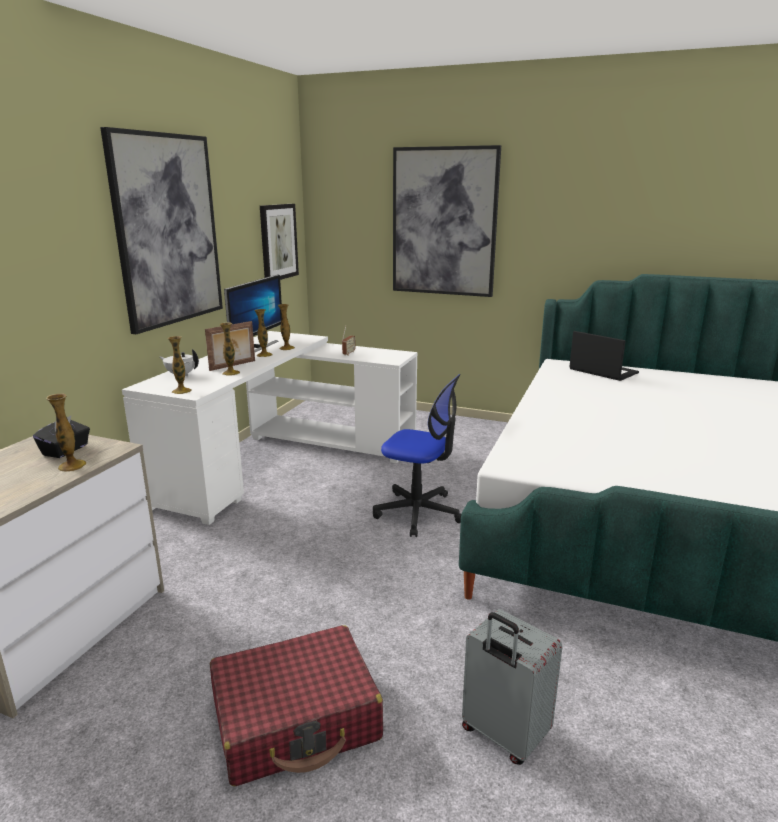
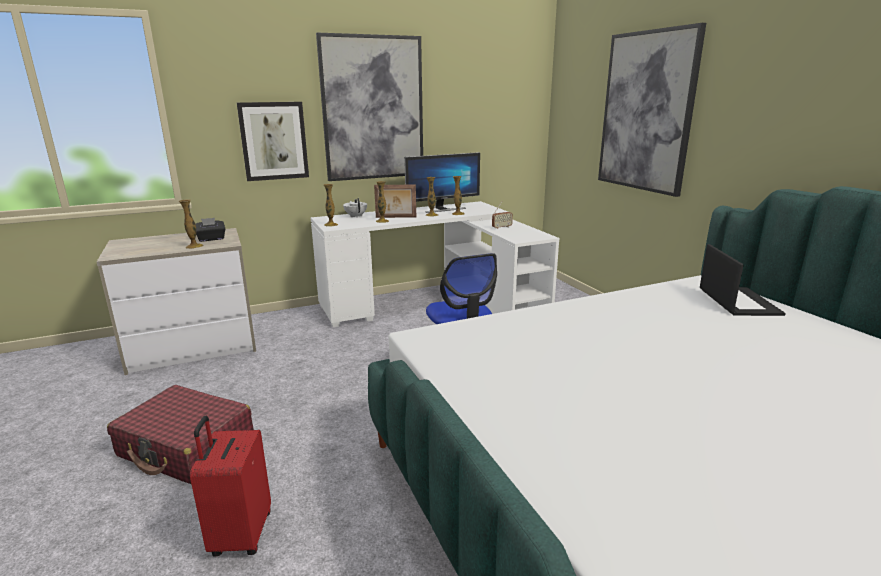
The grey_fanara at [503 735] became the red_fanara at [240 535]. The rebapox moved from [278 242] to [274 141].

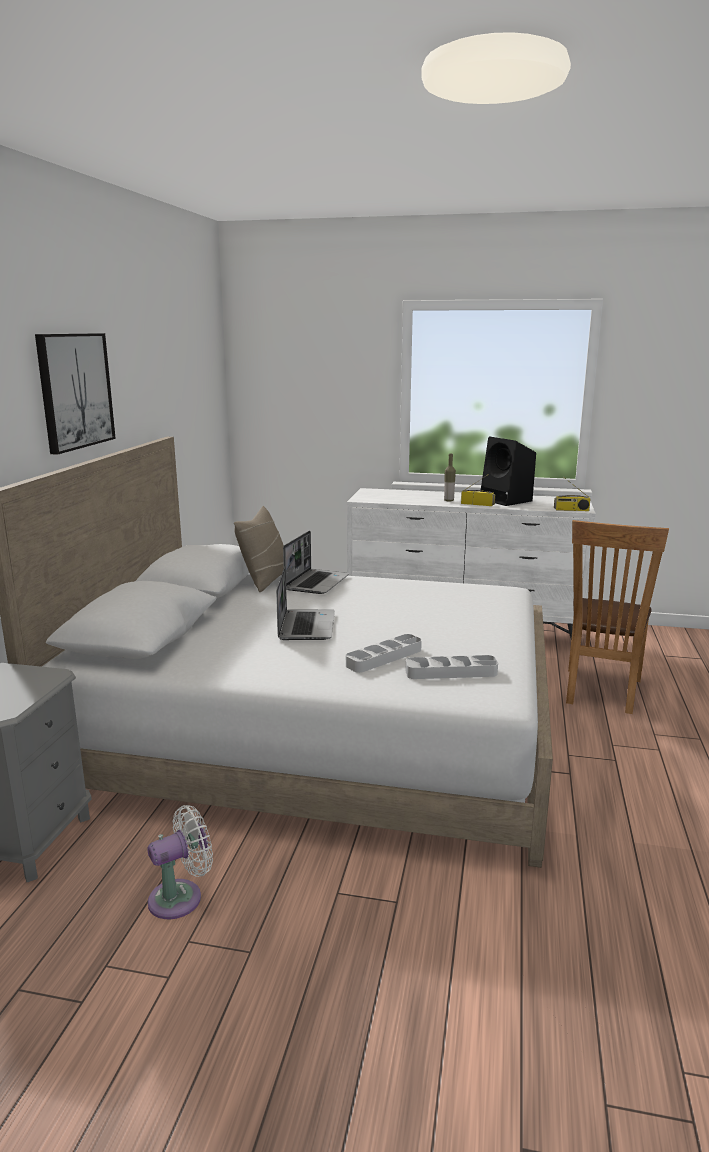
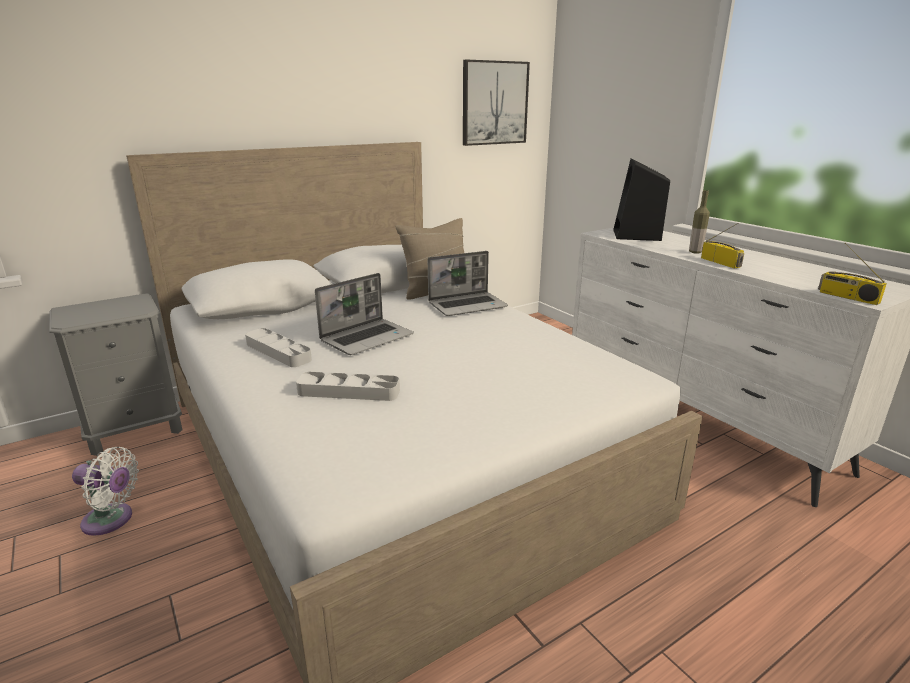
The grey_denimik moved from [451 672] to [278 352]. The rebapox moved from [75 391] to [494 103]. The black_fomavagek moved from [507 500] to [637 235]. The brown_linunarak at [600 693] disappeared.

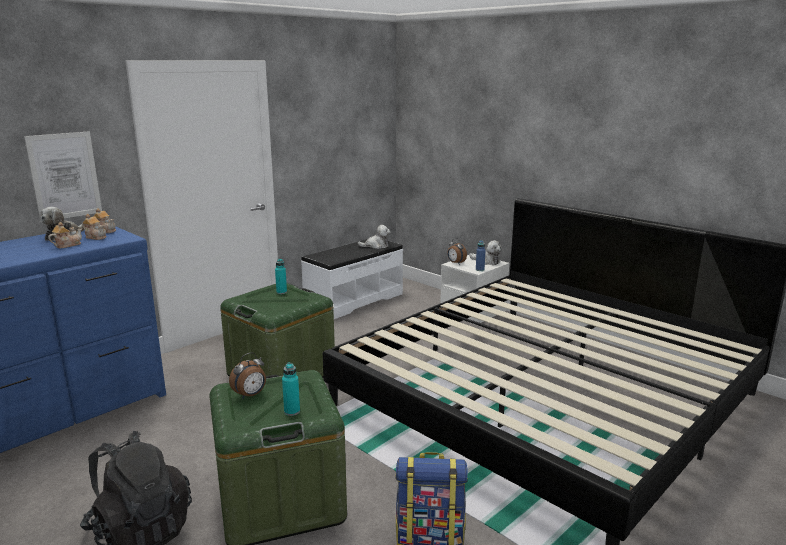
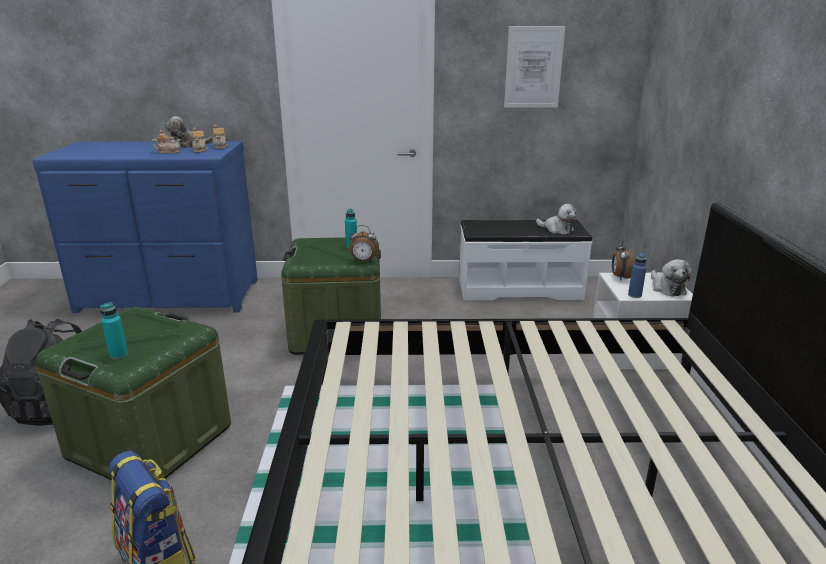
The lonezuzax moved from [250 395] to [363 262]. The rebapox moved from [65 176] to [533 67].

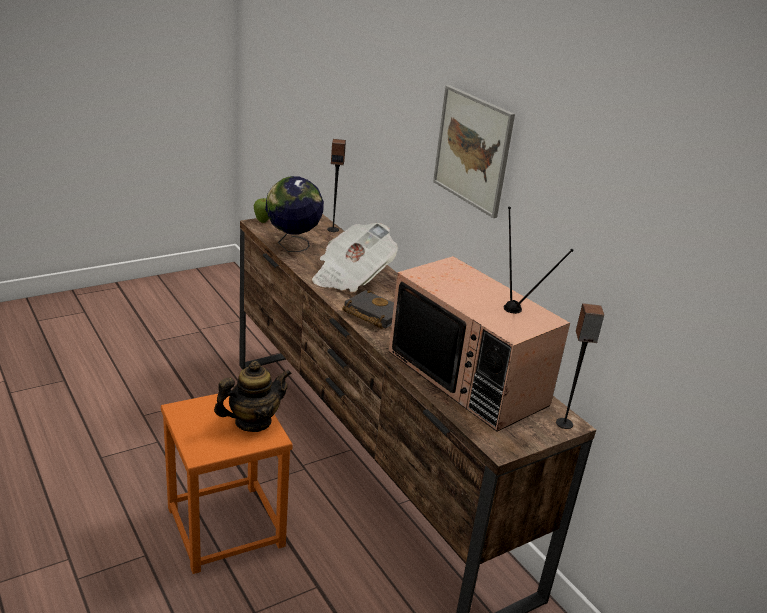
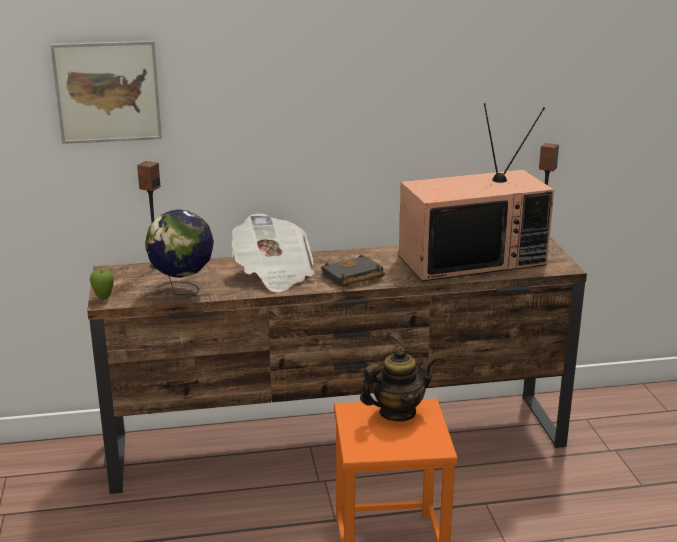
The rebapox moved from [472 150] to [107 92]. The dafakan at [253 422] turned 75 degrees clockwise.

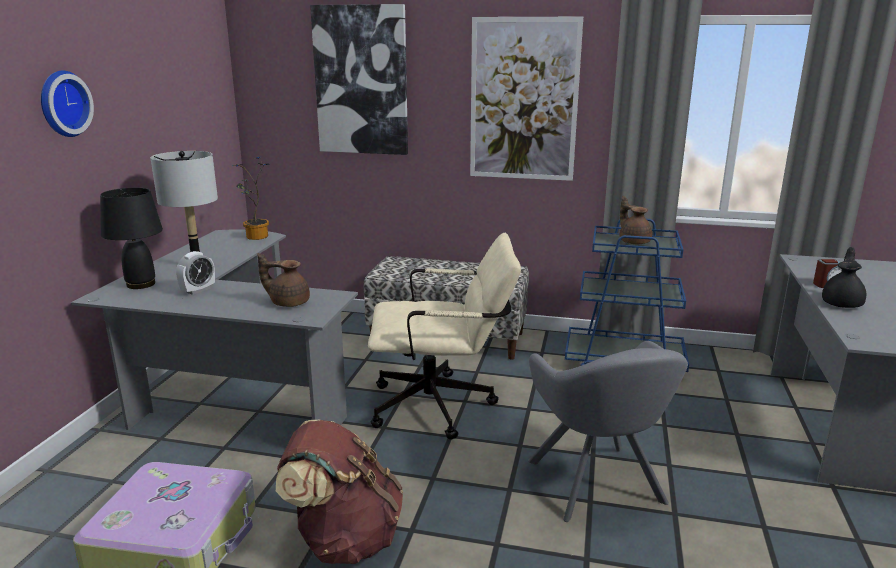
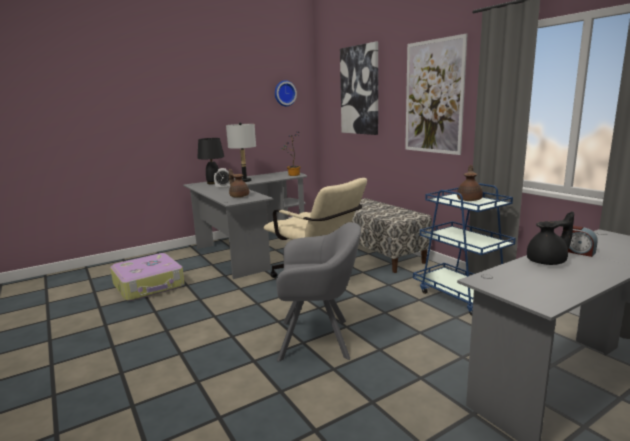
The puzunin moved from [62 104] to [284 93]. The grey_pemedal at [598 486] turned 120 degrees counterclockwise. The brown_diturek at [344 539] disappeared.

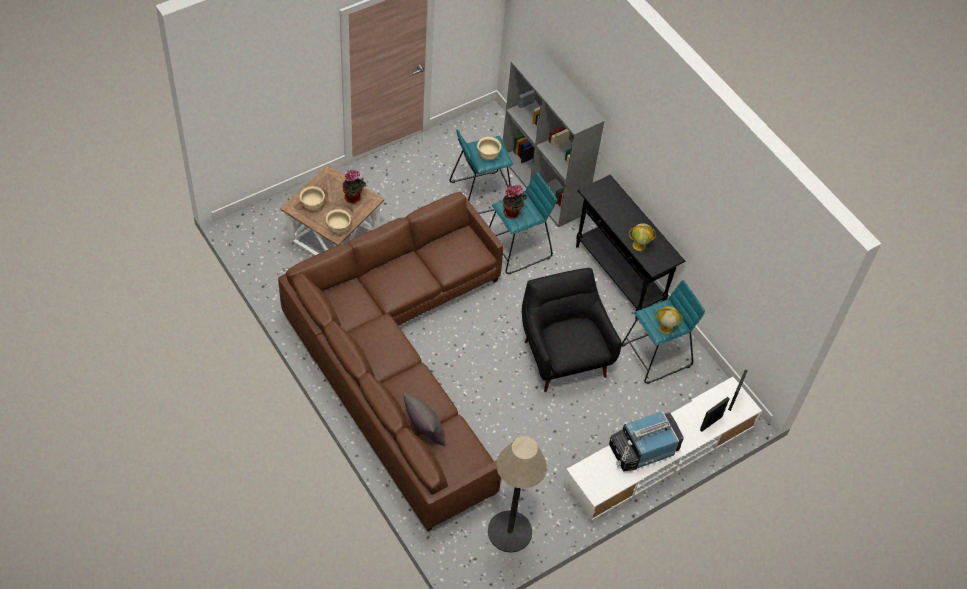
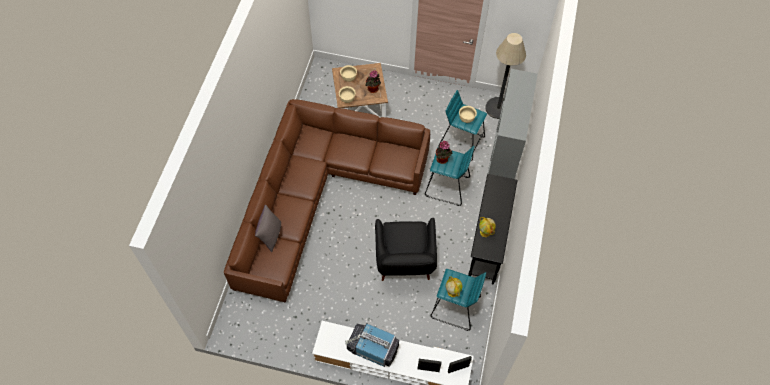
The black_pemedal at [563 355] turned 150 degrees clockwise. The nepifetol moved from [509 531] to [498 108].

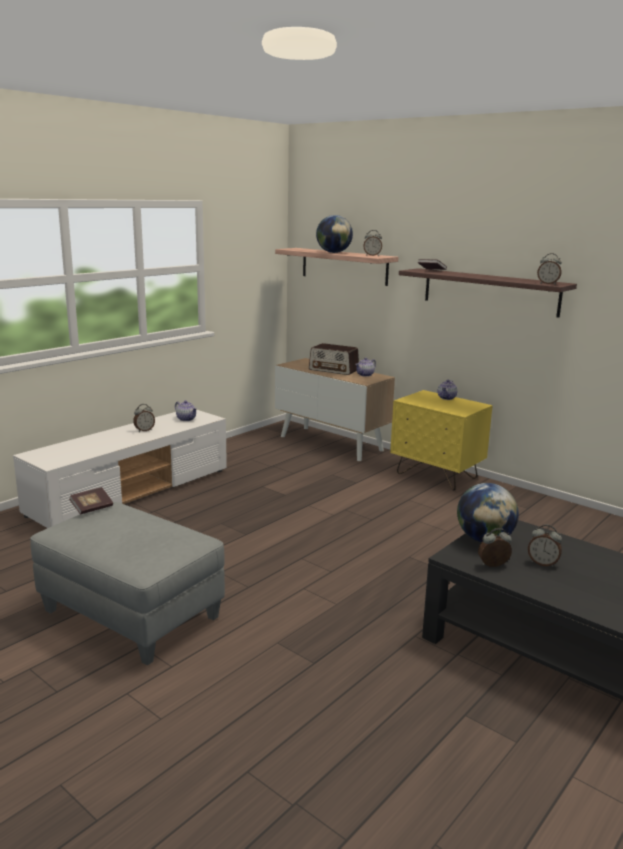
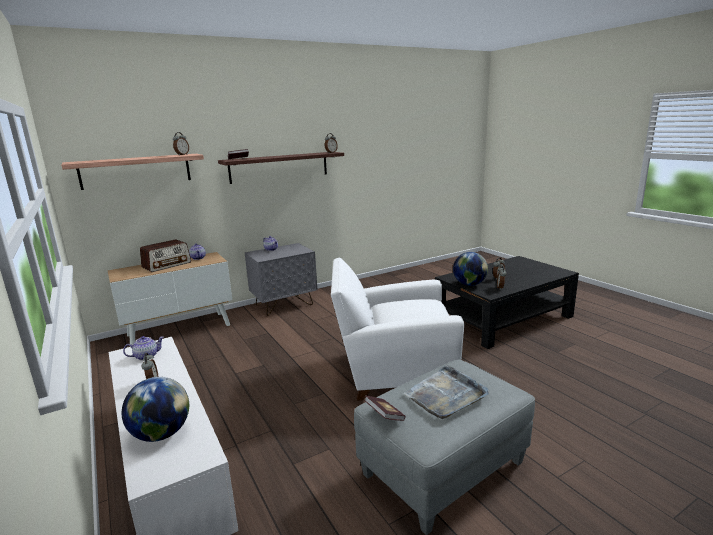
The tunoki moved from [333 252] to [161 434]. The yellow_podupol at [437 476] became the grey_podupol at [284 305]. The white_pemedal at [393 372] appeared. The grey_denimik at [446 395] appeared.

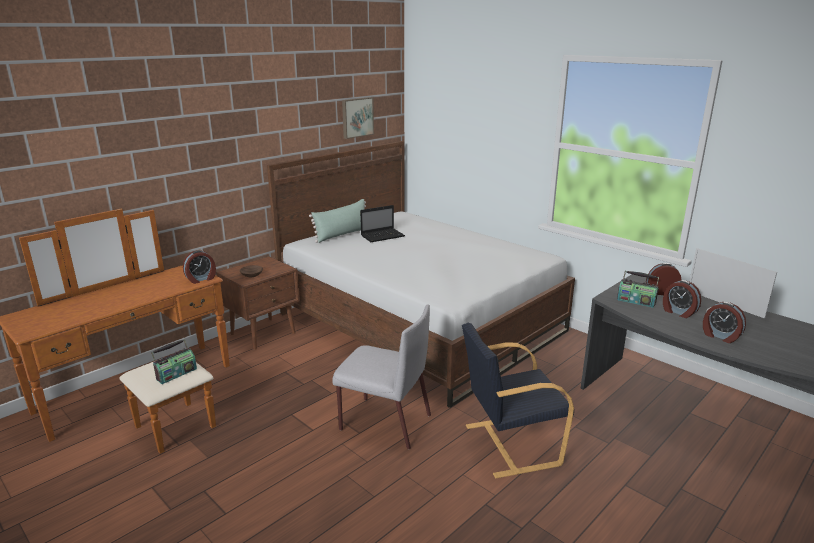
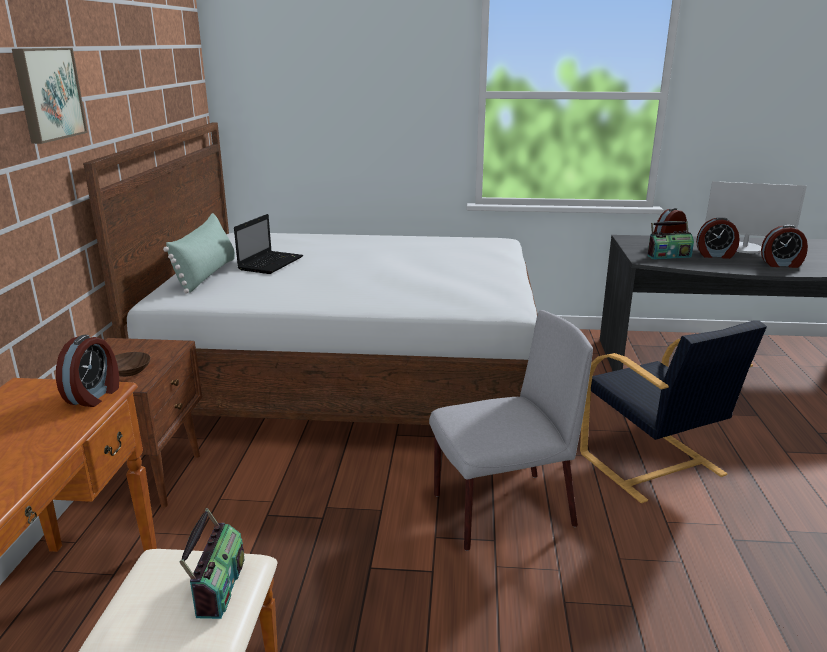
The rebapox moved from [357 117] to [47 94]. The black_pemedal at [509 444] turned 60 degrees counterclockwise.

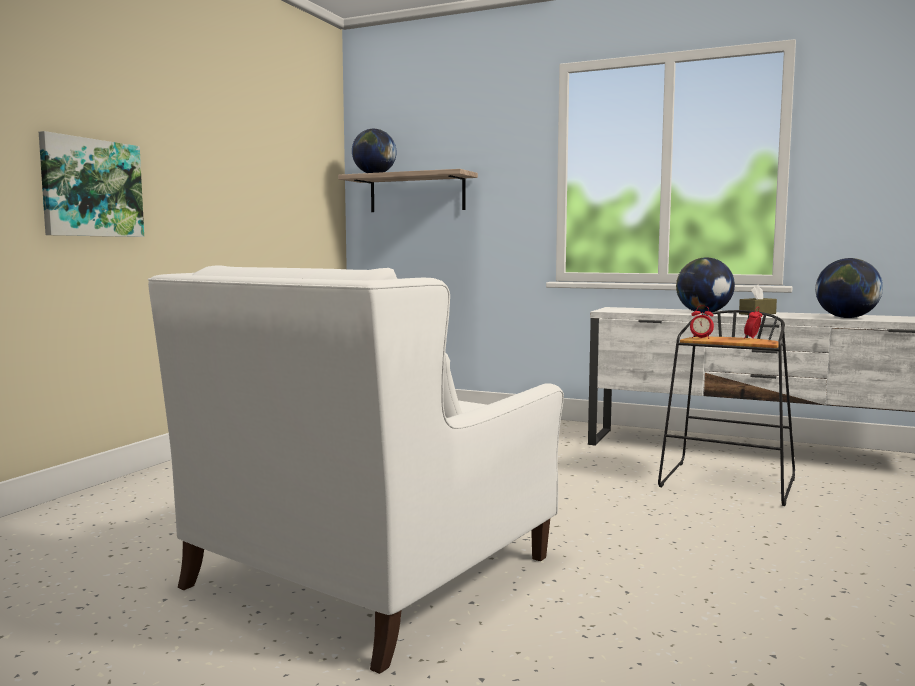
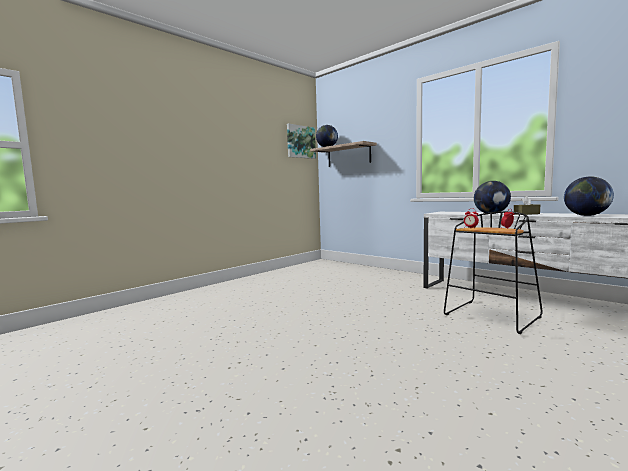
The rebapox moved from [91 188] to [300 142]. The white_pemedal at [371 571] disappeared.

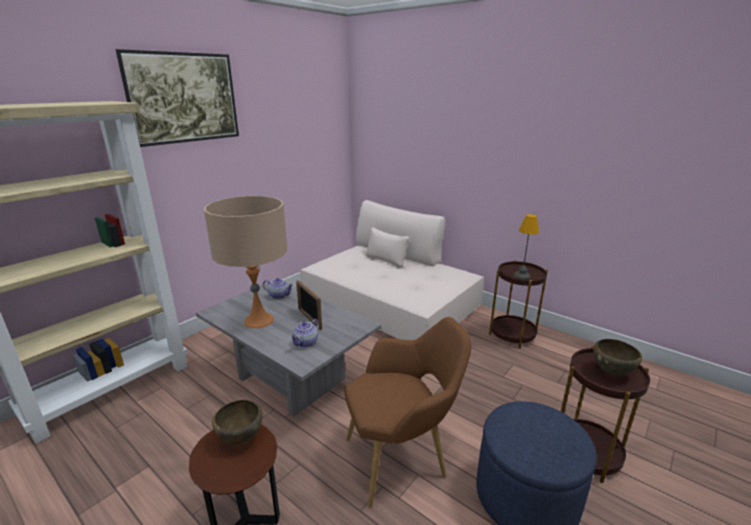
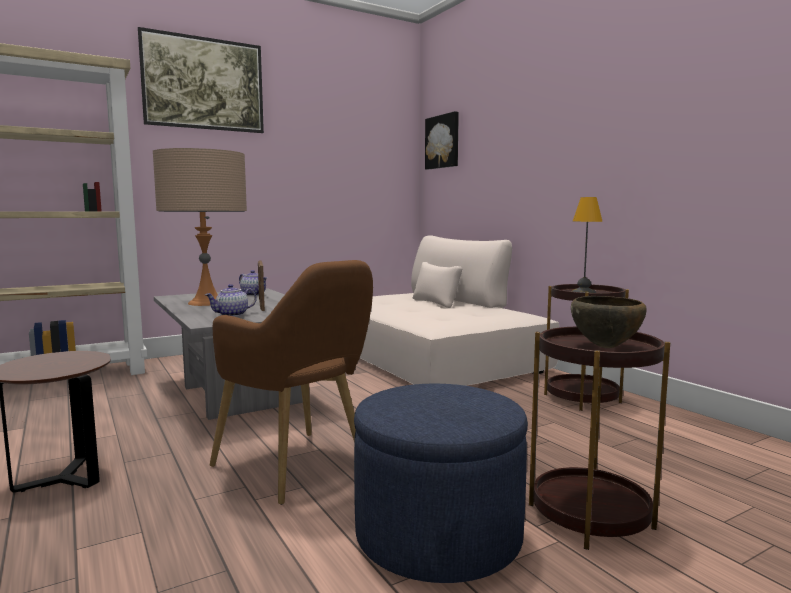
The brown_pemedal at [402 458] turned 45 degrees clockwise. The rebapox at [443 142] appeared. The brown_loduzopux at [240 439] disappeared.

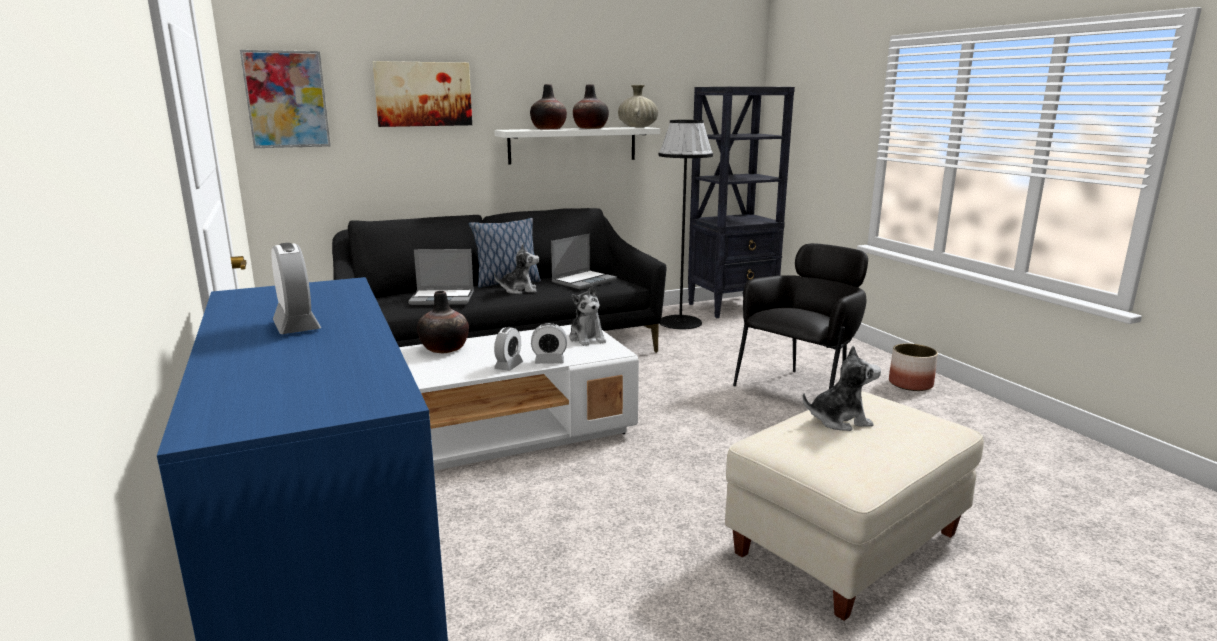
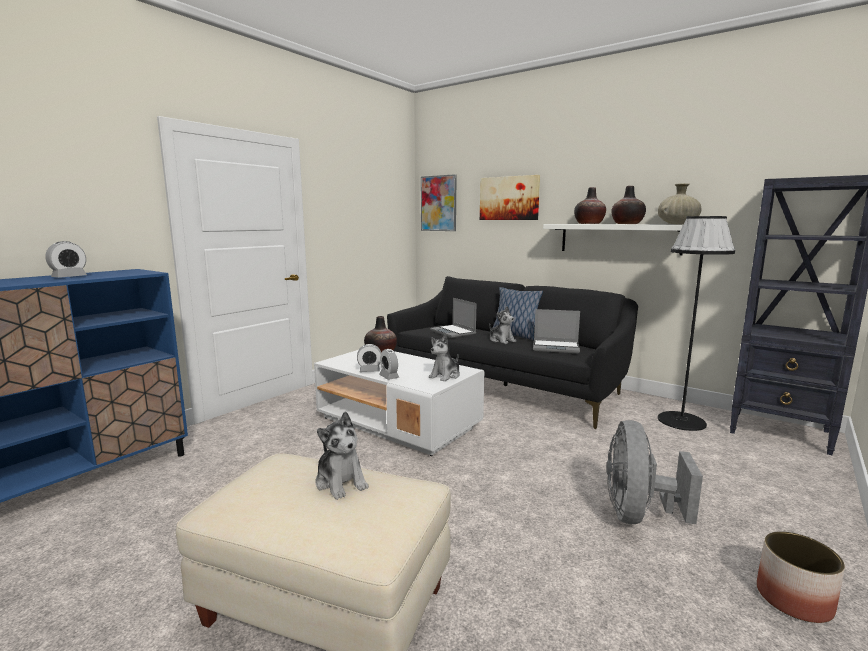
The black_pemedal at [801 387] was replaced by the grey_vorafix at [638 514].

